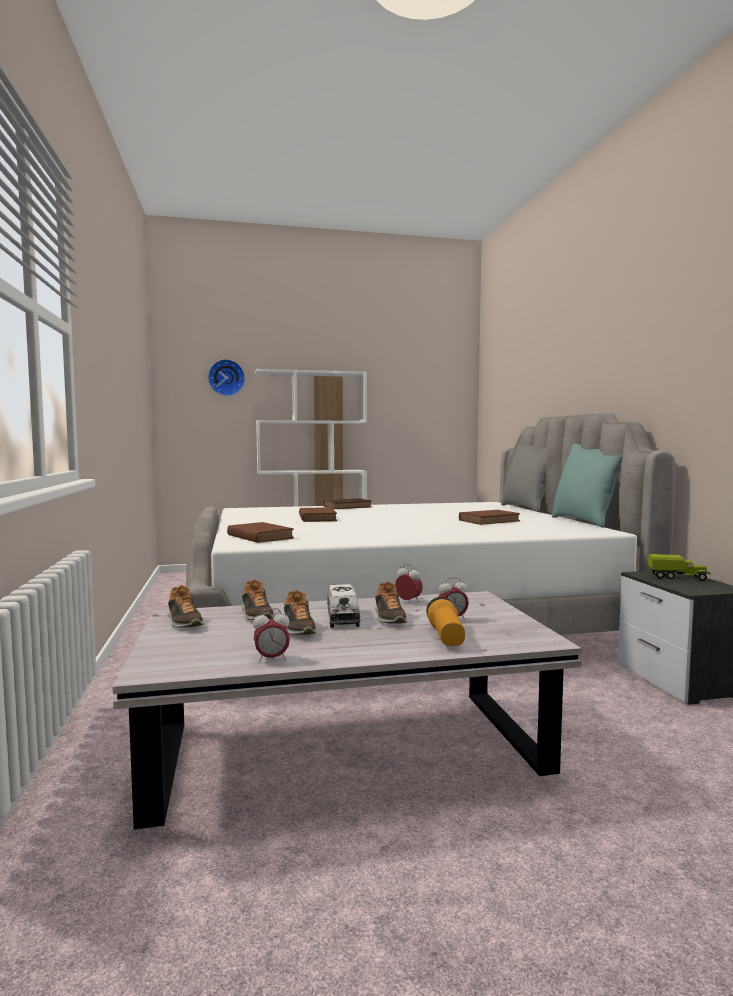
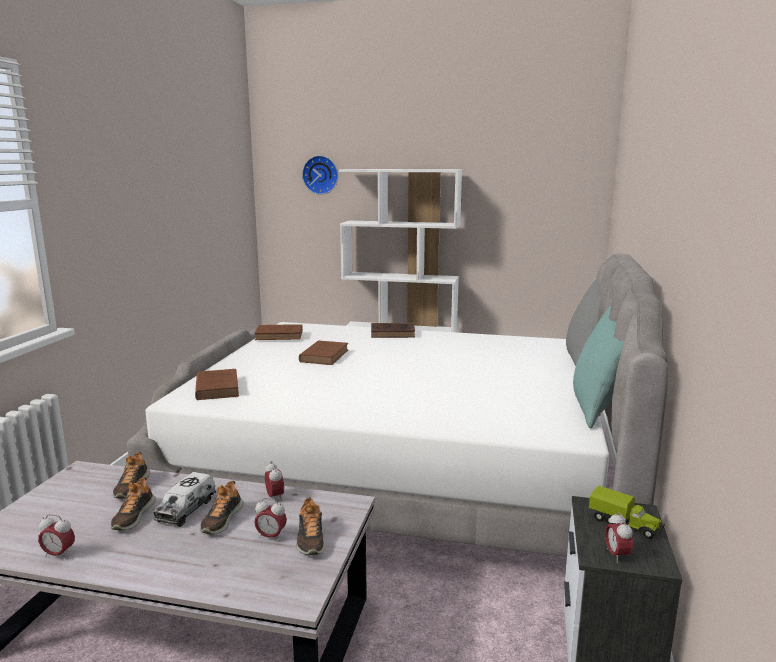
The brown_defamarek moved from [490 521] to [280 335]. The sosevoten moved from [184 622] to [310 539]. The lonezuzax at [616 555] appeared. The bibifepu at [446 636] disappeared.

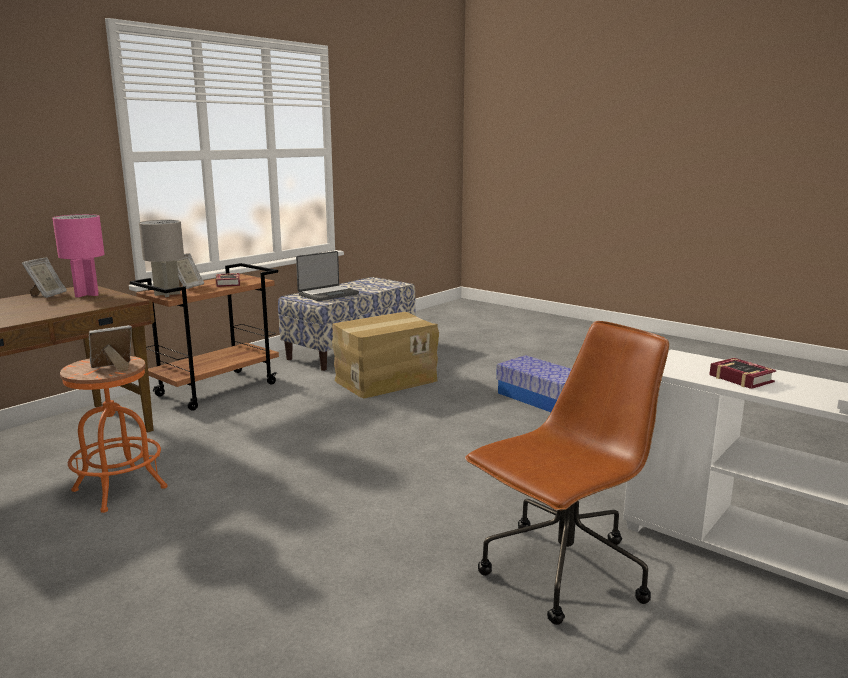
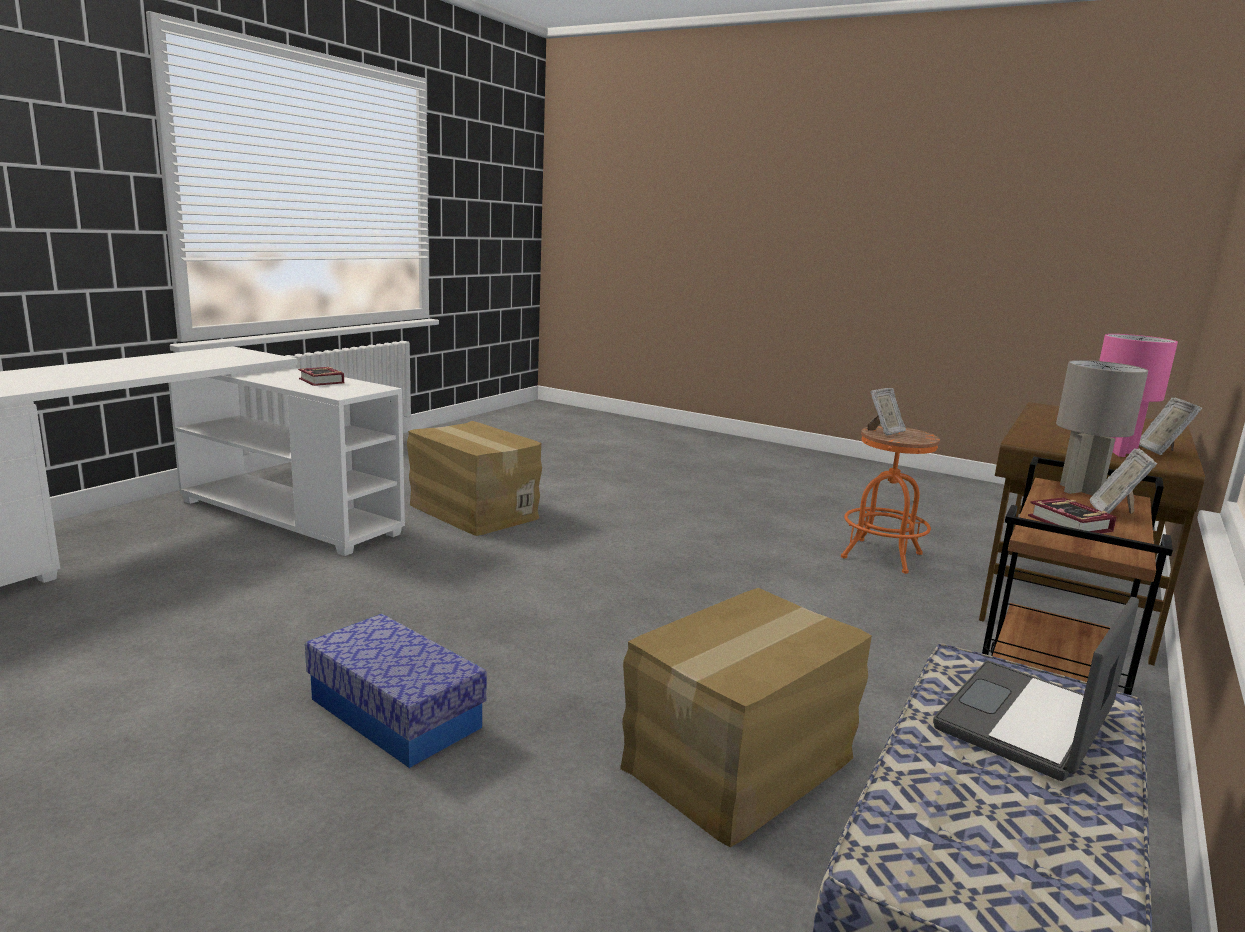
The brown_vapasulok at [562 573] was replaced by the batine at [472 511].

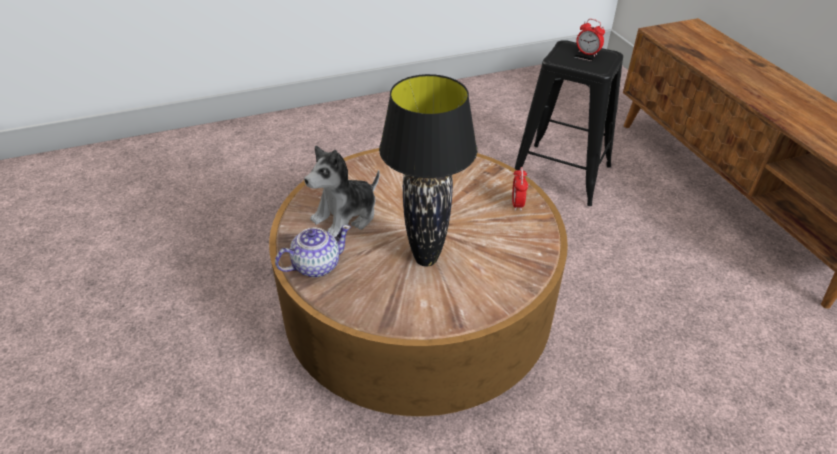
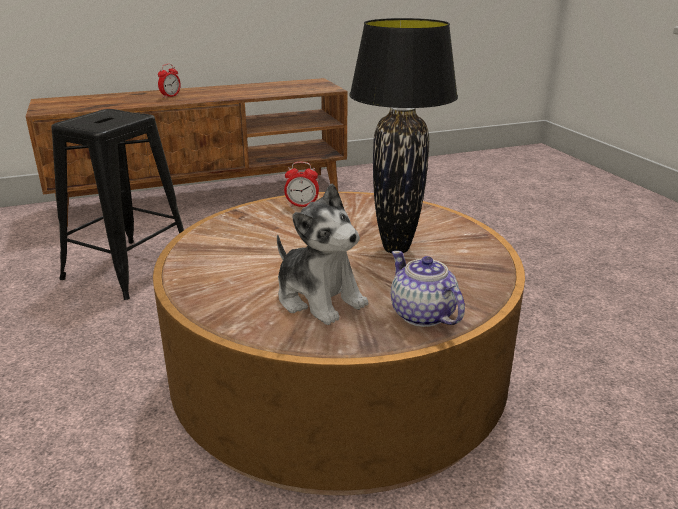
The lonezuzax moved from [587 53] to [170 96].

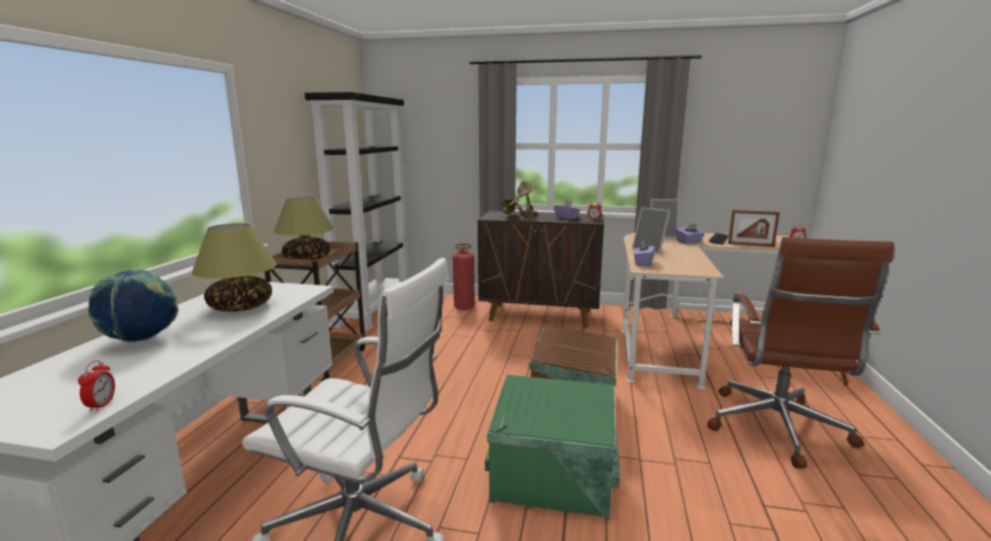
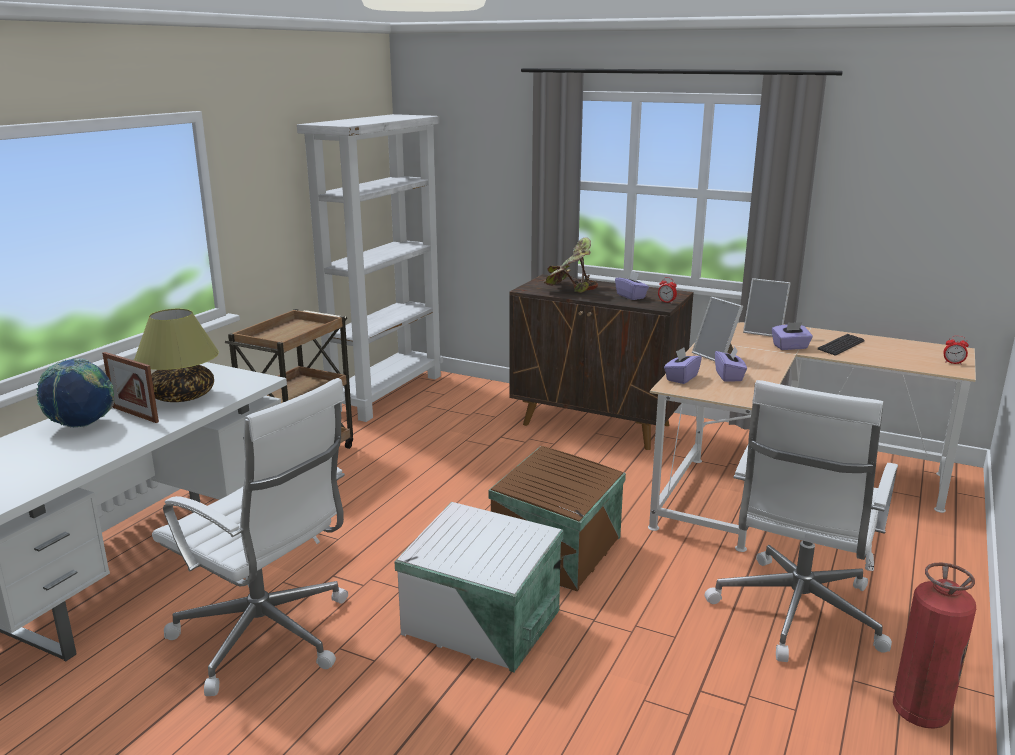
The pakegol moved from [750 245] to [134 414]. The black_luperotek at [373 309] became the white_luperotek at [386 393]. The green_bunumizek at [553 479] became the white_bunumizek at [482 624]. The brown_vapasulok at [776 429] became the white_vapasulok at [796 614]. The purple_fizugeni at [729 376] appeared. The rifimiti moved from [464 307] to [920 712]. The lonezuzax at [101 405] disappeared. The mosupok at [306 259] disappeared.

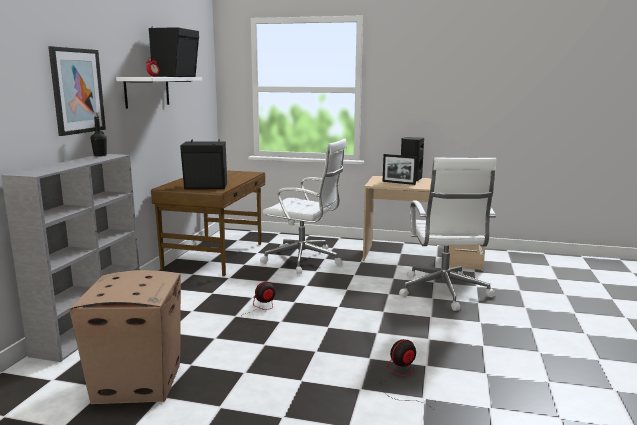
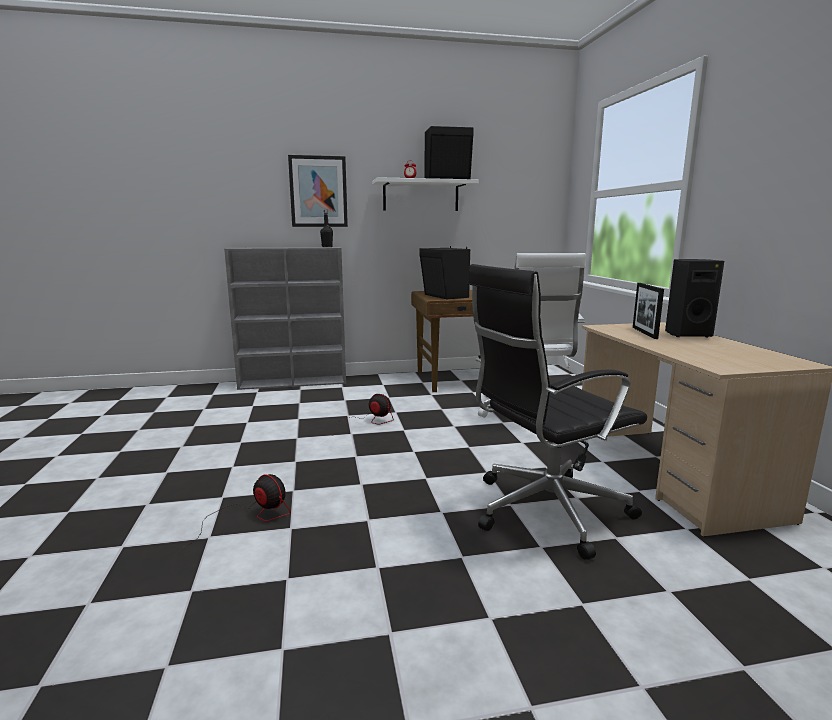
The white_vapasulok at [444 292] became the black_vapasulok at [544 511]. The batine at [138 382] disappeared.

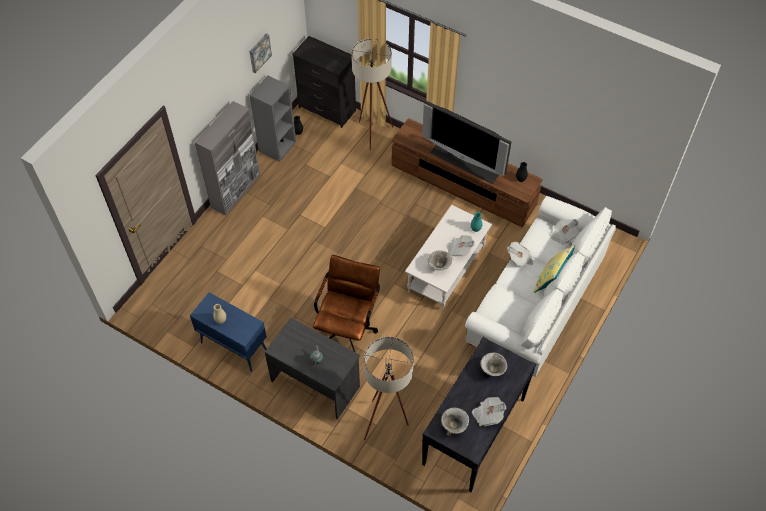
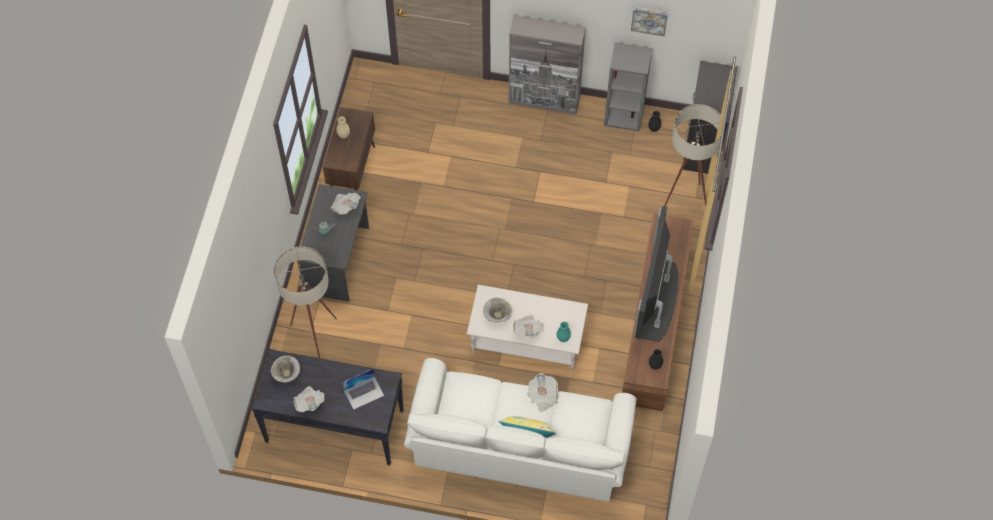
The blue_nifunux at [233 346] became the brown_nifunux at [352 171]. The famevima moved from [563 235] to [346 206]. The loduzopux at [492 370] was replaced by the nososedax at [364 393]. The brown_vapasulok at [348 327] disappeared.

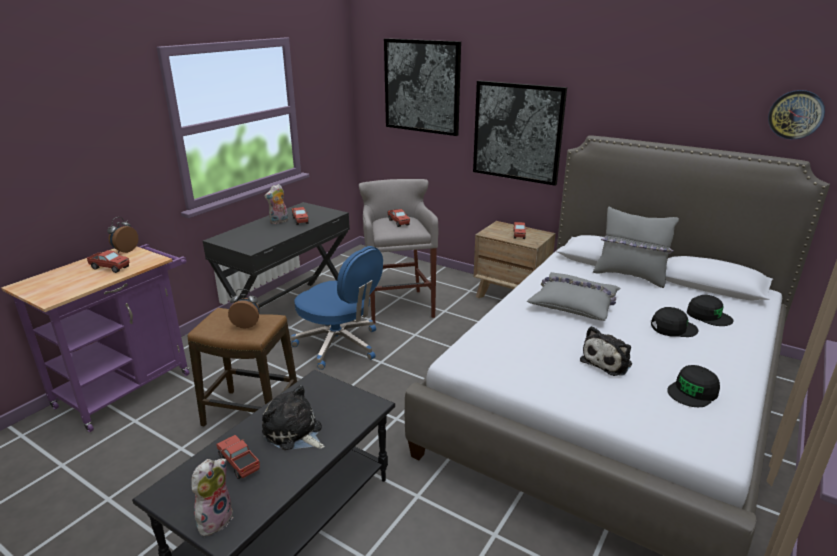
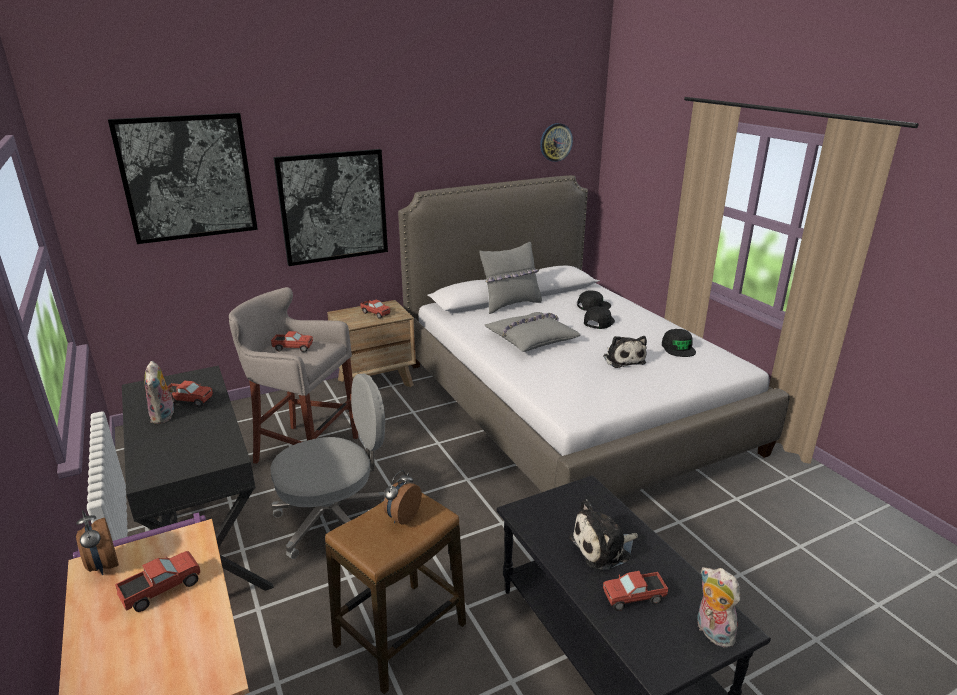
The blue_vapasulok at [339 345] became the grey_vapasulok at [334 519].

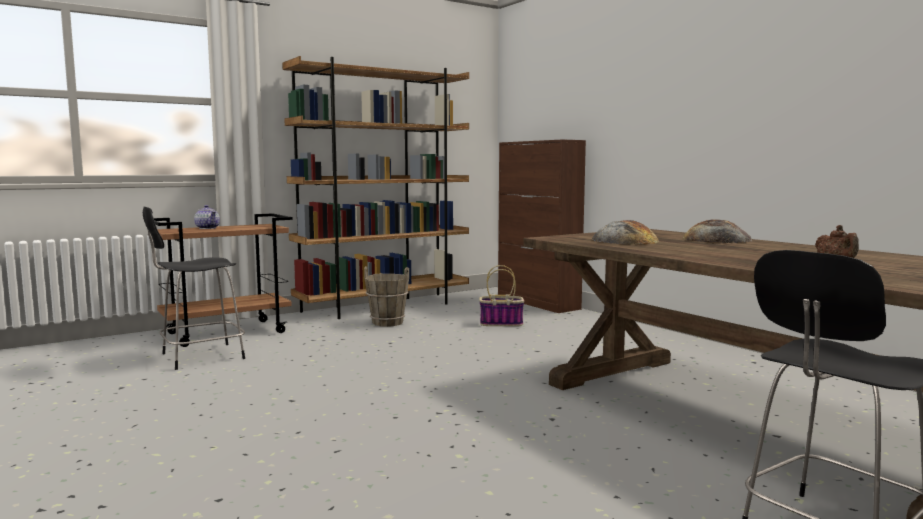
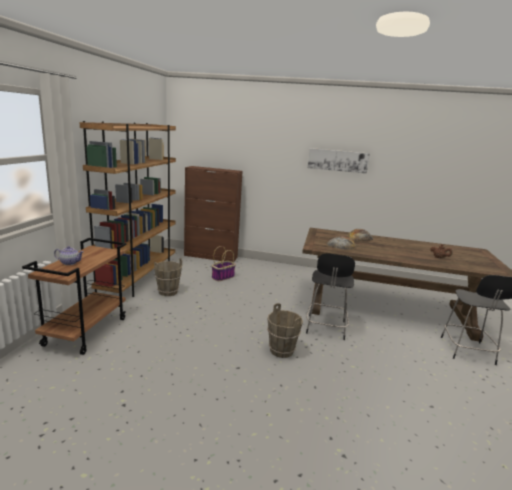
The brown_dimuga at [281 351] appeared. The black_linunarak moved from [199 357] to [325 328]. The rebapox at [338 160] appeared.

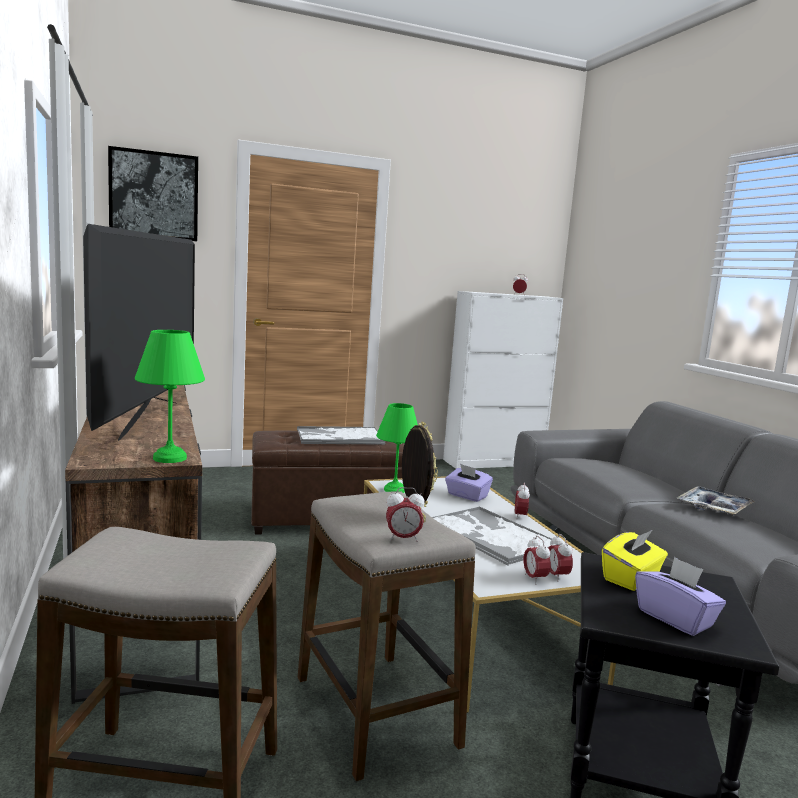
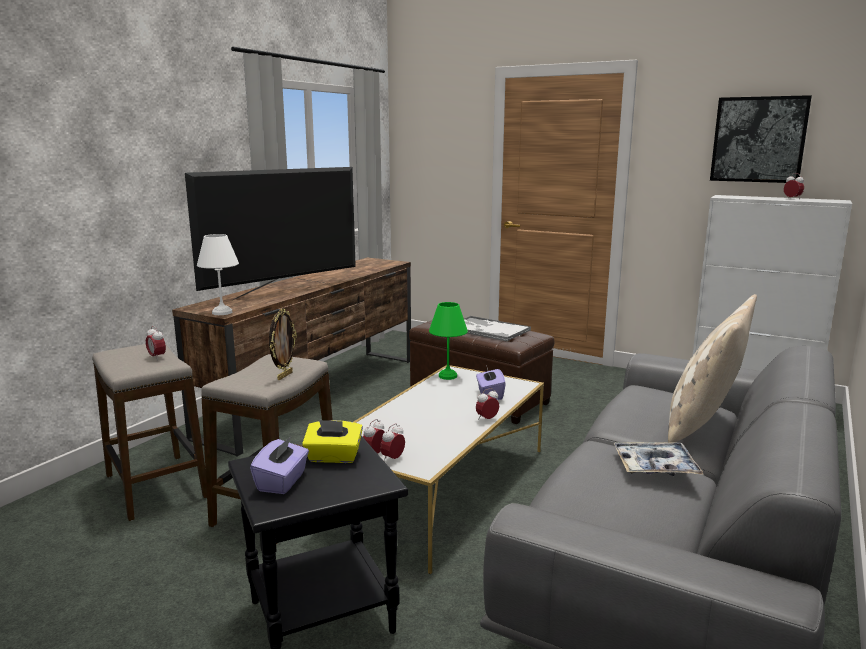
The lonezuzax moved from [403 539] to [157 357]. The green_mosupok at [169 458] became the white_mosupok at [222 312]. The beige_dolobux at [702 423] appeared. The rebapox moved from [154 195] to [758 139]. The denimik at [491 535] disappeared.

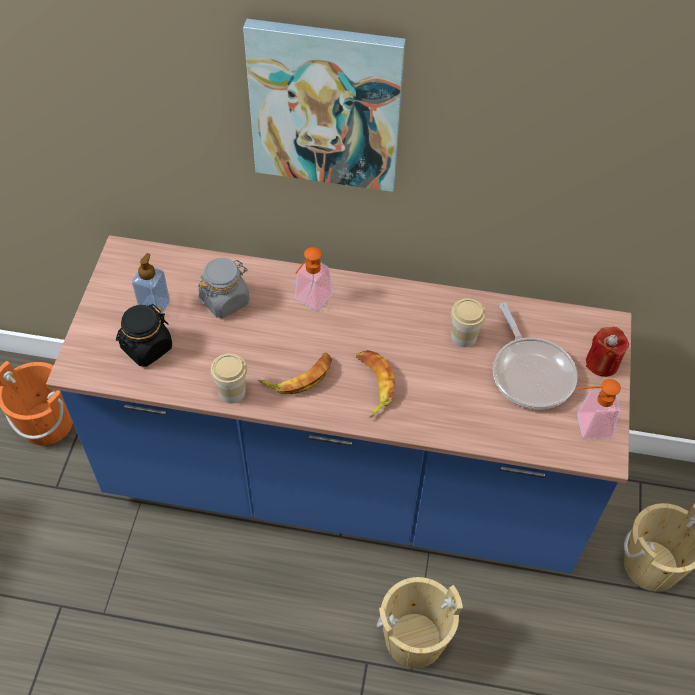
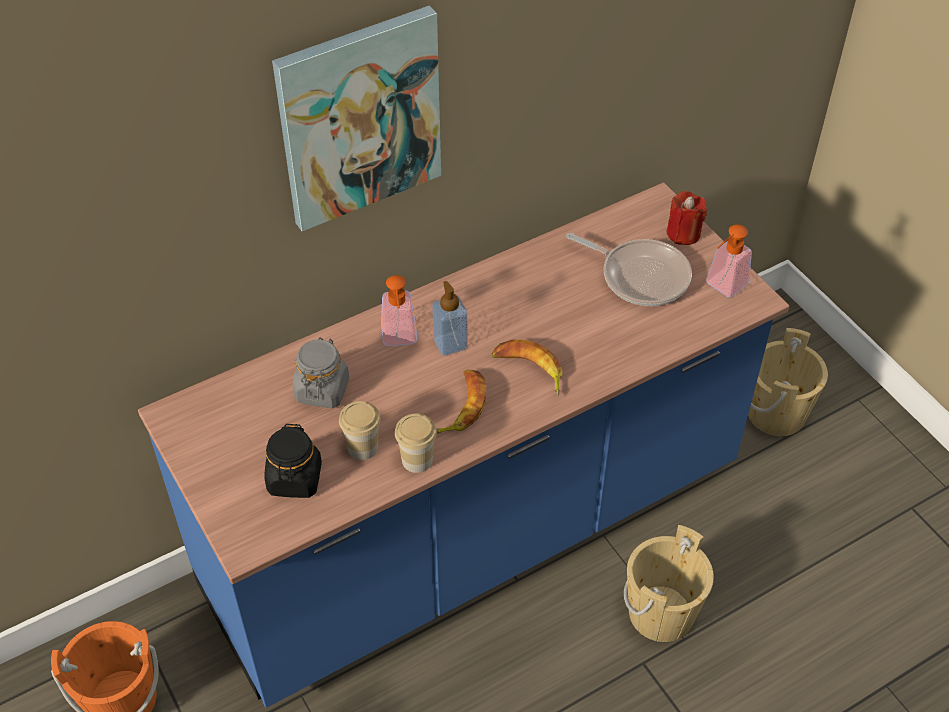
The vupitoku moved from [463 337] to [362 447]. The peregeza moved from [154 306] to [450 344].

